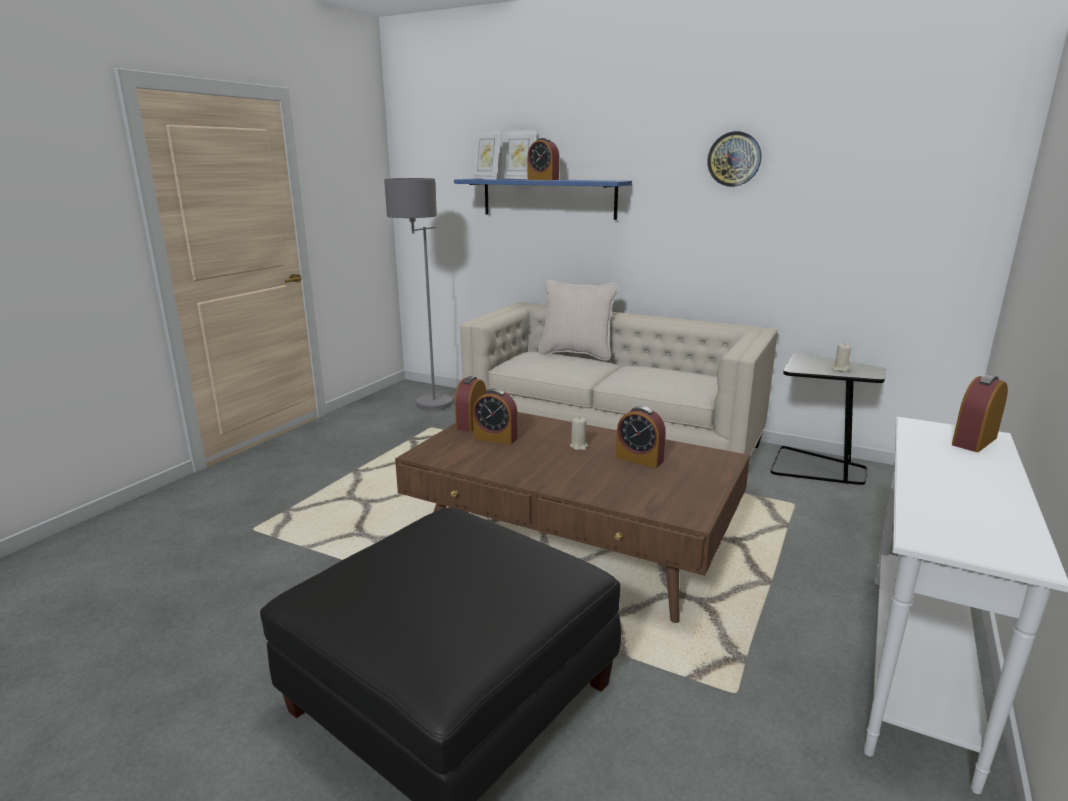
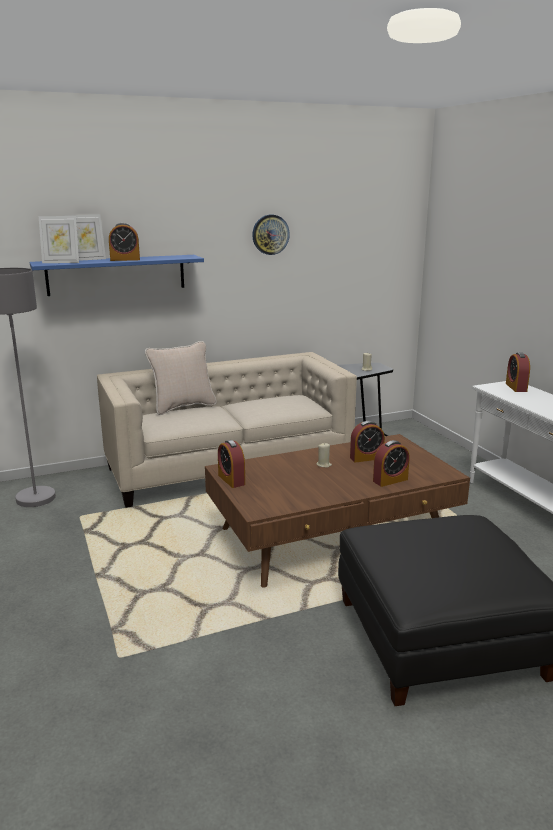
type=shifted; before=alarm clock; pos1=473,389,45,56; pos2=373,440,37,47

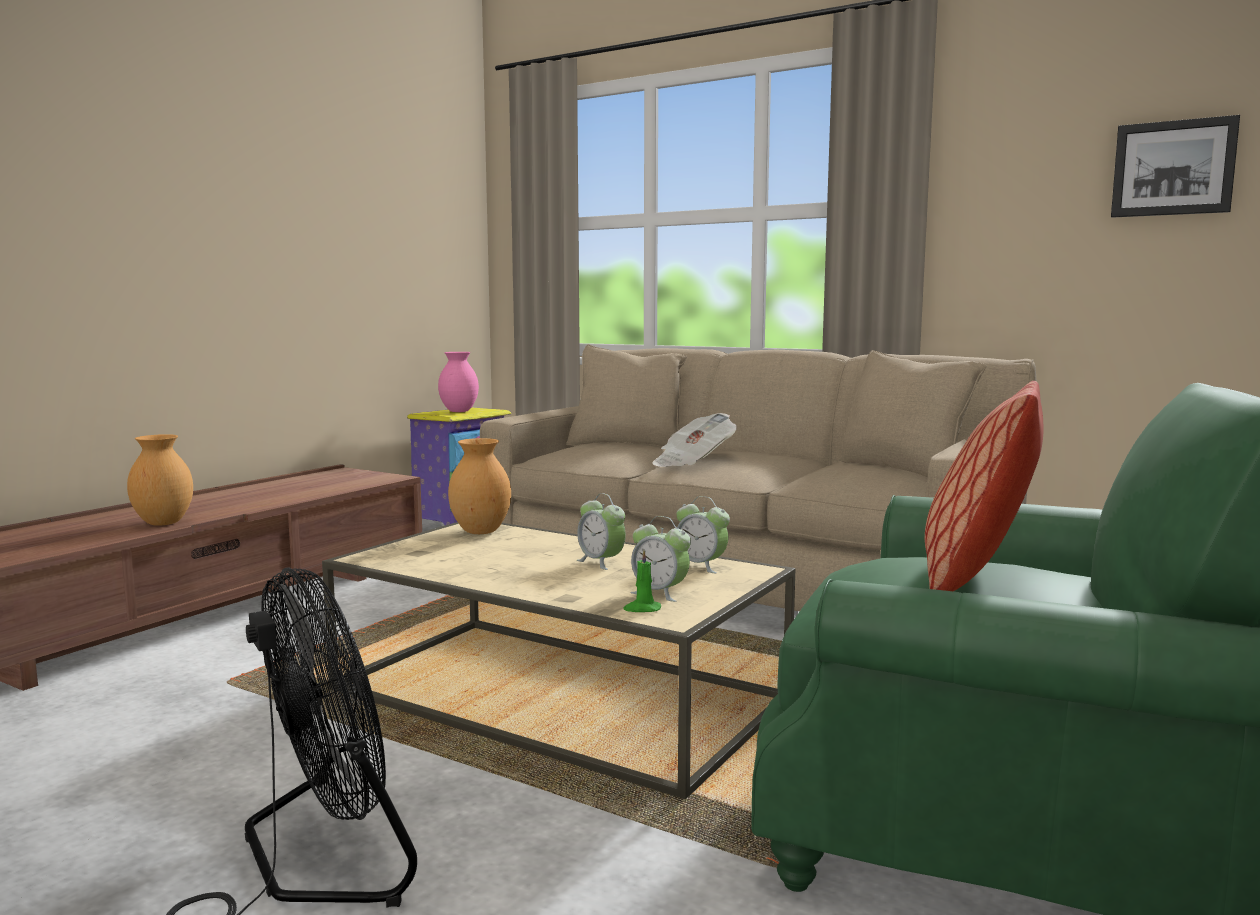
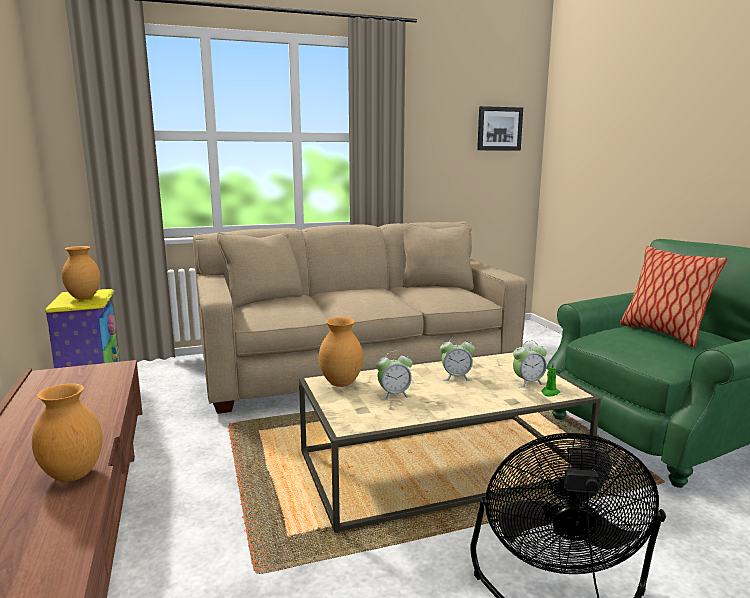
type=repainted; before=vase in pinkish; after=vase in brown; pos1=438,352,41,60; pos2=62,246,39,53
type=shifted; before=alarm clock; pos1=676,496,54,77; pos2=376,351,36,49
type=gone; before=newspaper; pos1=652,413,85,54

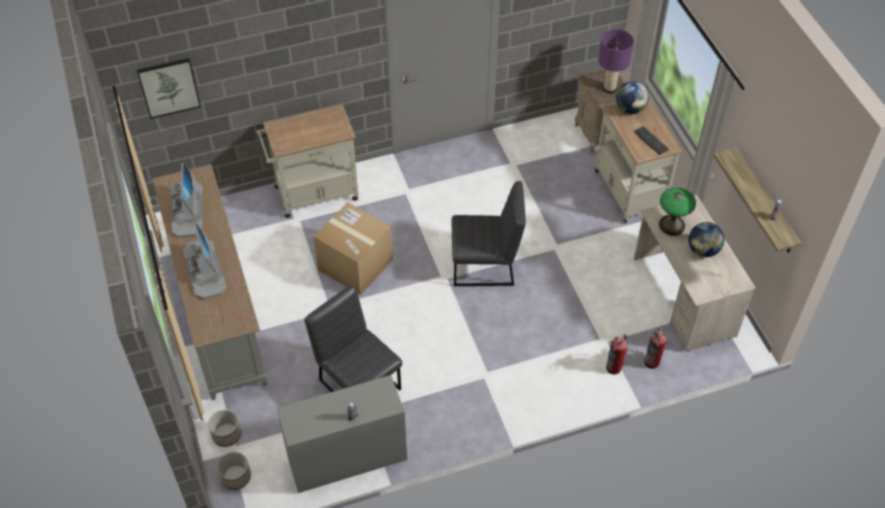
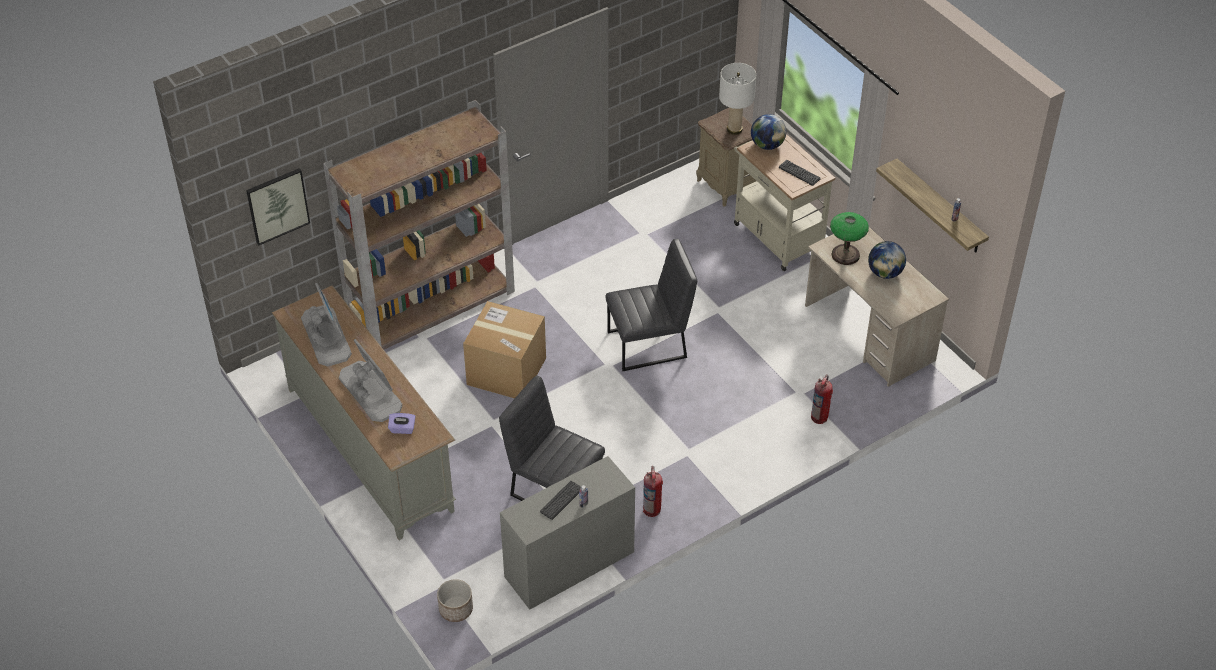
type=swapped; before=cart in sand-coloured; after=shelving unit in brown; pos1=257,104,102,114; pos2=323,100,192,250
type=new; after=box of tissues in purple-coloured; pos2=388,413,28,21
type=new; after=PC keyboard; pos2=540,481,41,39
type=shifted; before=fire-fighting cylinder; pos1=644,327,23,42; pos2=643,466,20,51
type=repainted; before=tabletop lamp in purple-coloured; after=tabletop lamp in white-coloured; pos1=598,29,36,64; pos2=719,63,37,72
type=gone; before=plant pot; pos1=208,410,33,37

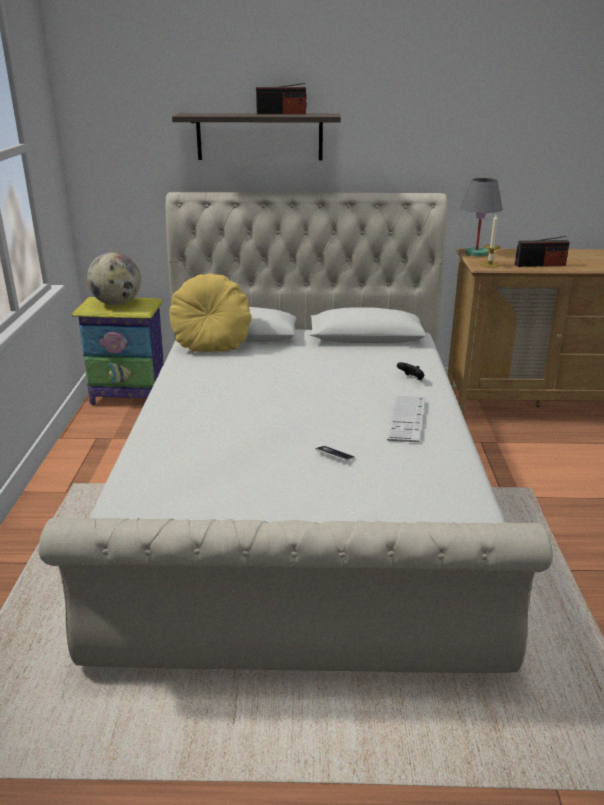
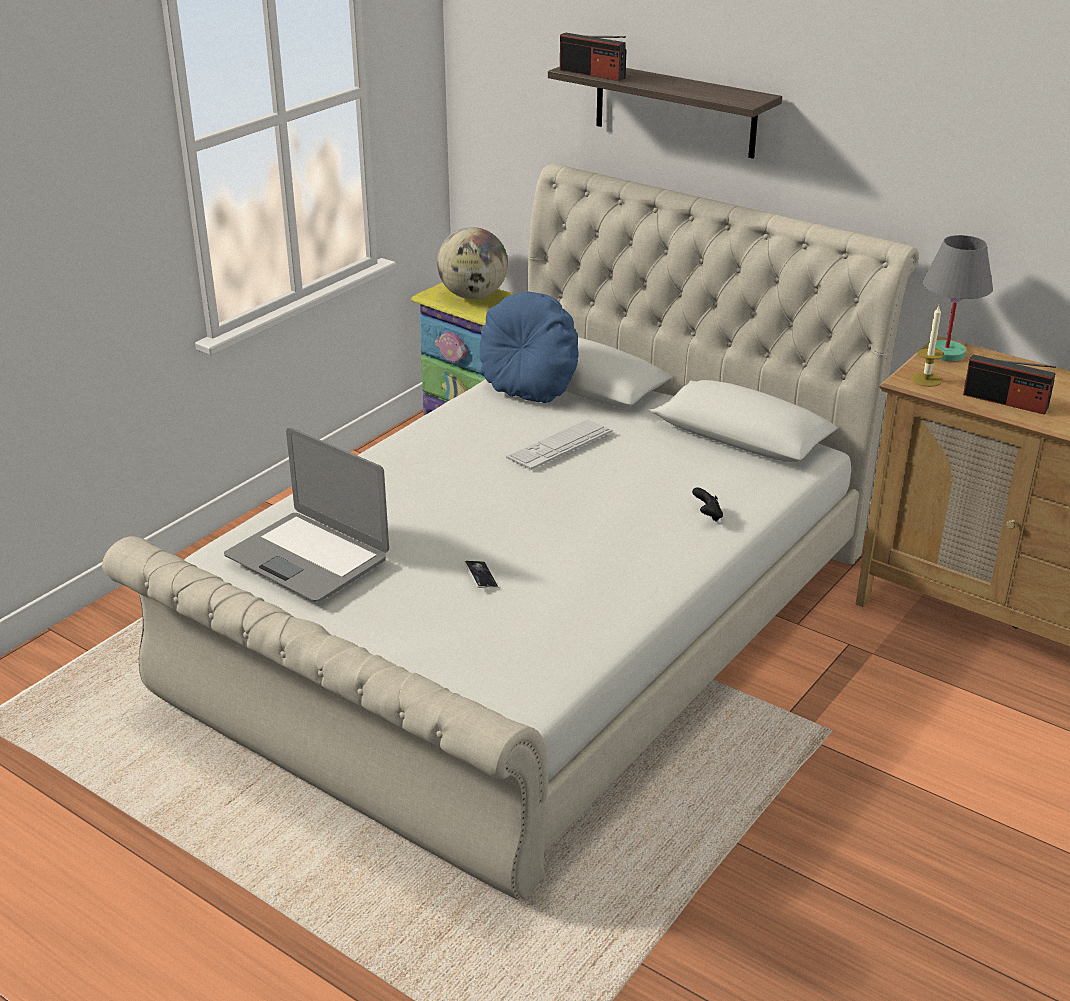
type=new; after=laptop; pos2=224,427,165,175
type=repainted; before=cushion in yellow; after=cushion in blue-coloured; pos1=169,273,83,79; pos2=480,291,99,112
type=shifted; before=PC keyboard; pos1=387,396,38,46; pos2=506,419,107,51
type=shifted; before=radio; pos1=256,83,51,31; pos2=560,33,66,48

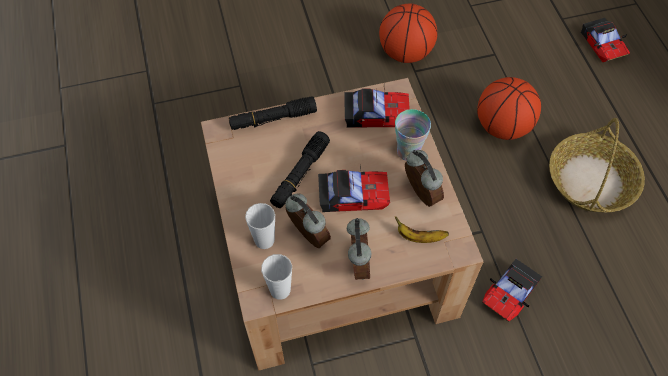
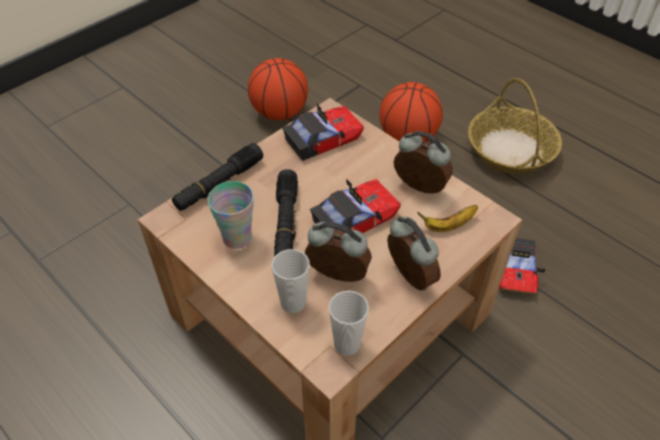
type=shifted; before=drinking cup; pos1=395,109,36,52; pos2=208,181,46,68
type=gone; before=model car; pos1=581,18,49,44

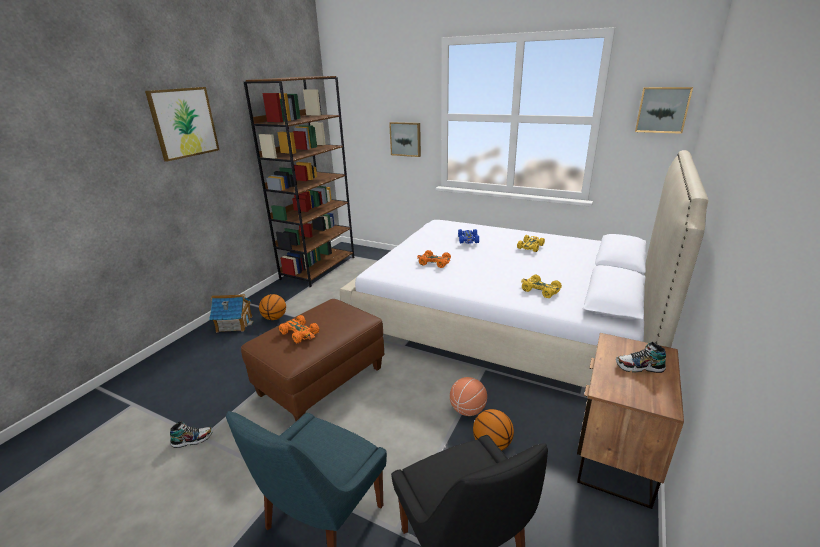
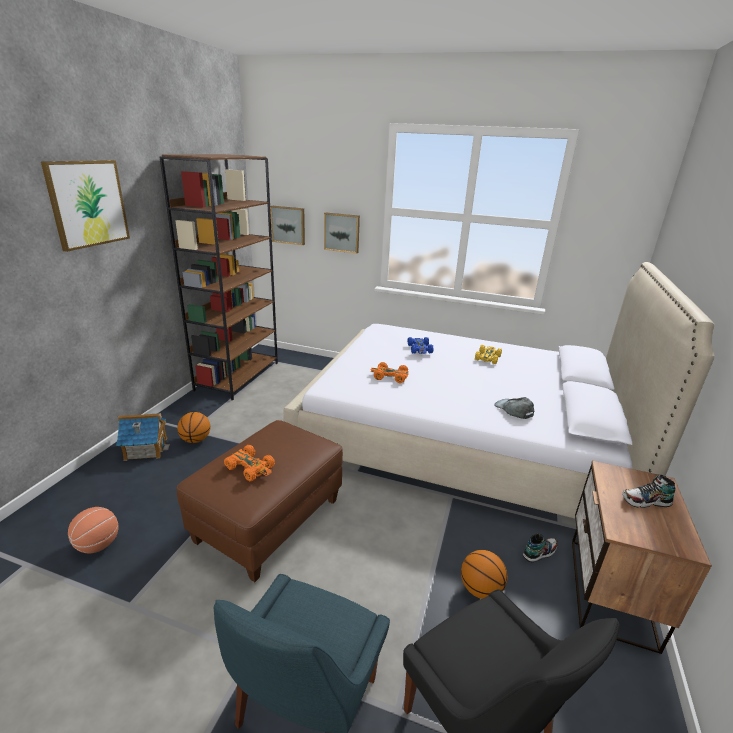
type=shifted; before=basketball; pos1=450,377,37,39; pos2=68,507,50,46
type=shifted; before=wall art; pos1=635,87,58,47; pos2=270,206,35,39
type=swapped; before=model car in yellow; after=cap in greyish; pos1=521,275,41,23; pos2=494,397,40,22
type=shifted; before=item of footwear; pos1=170,421,43,27; pos2=523,534,35,28

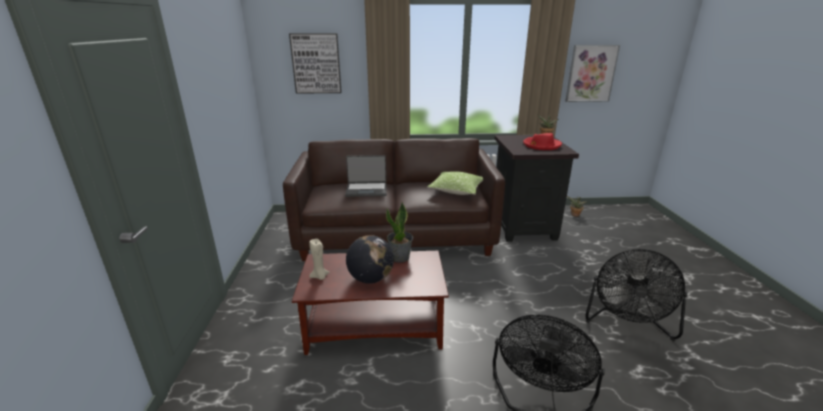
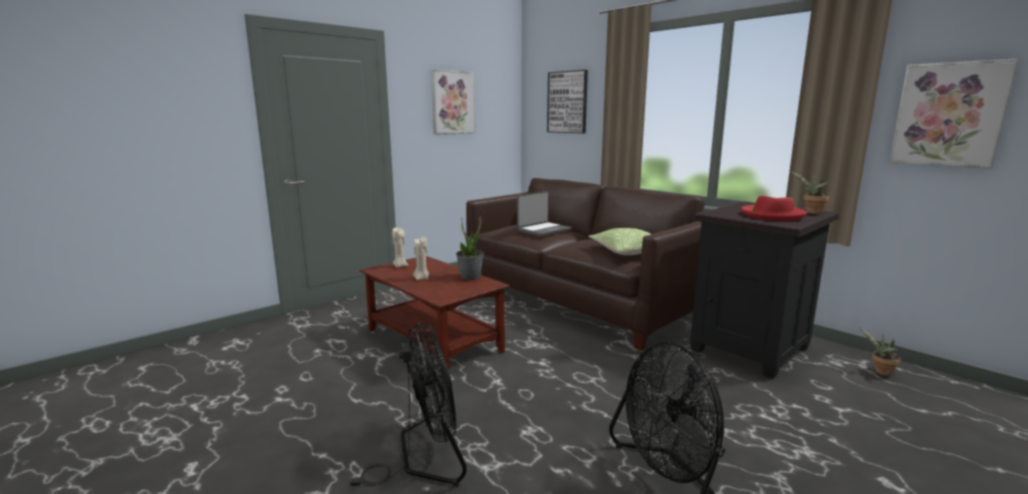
type=swapped; before=desk globe; after=wax light in sand-coloured; pos1=346,235,48,49; pos2=413,237,16,43
type=new; after=wall art; pos2=431,69,44,66
type=rotated; before=laptop; pos1=345,155,41,42; pos2=517,191,55,46; turn=-90

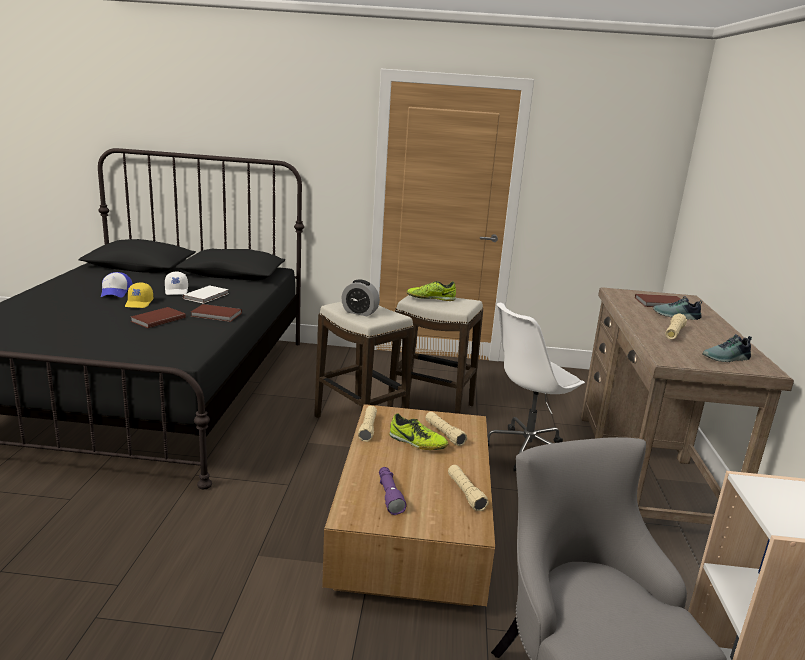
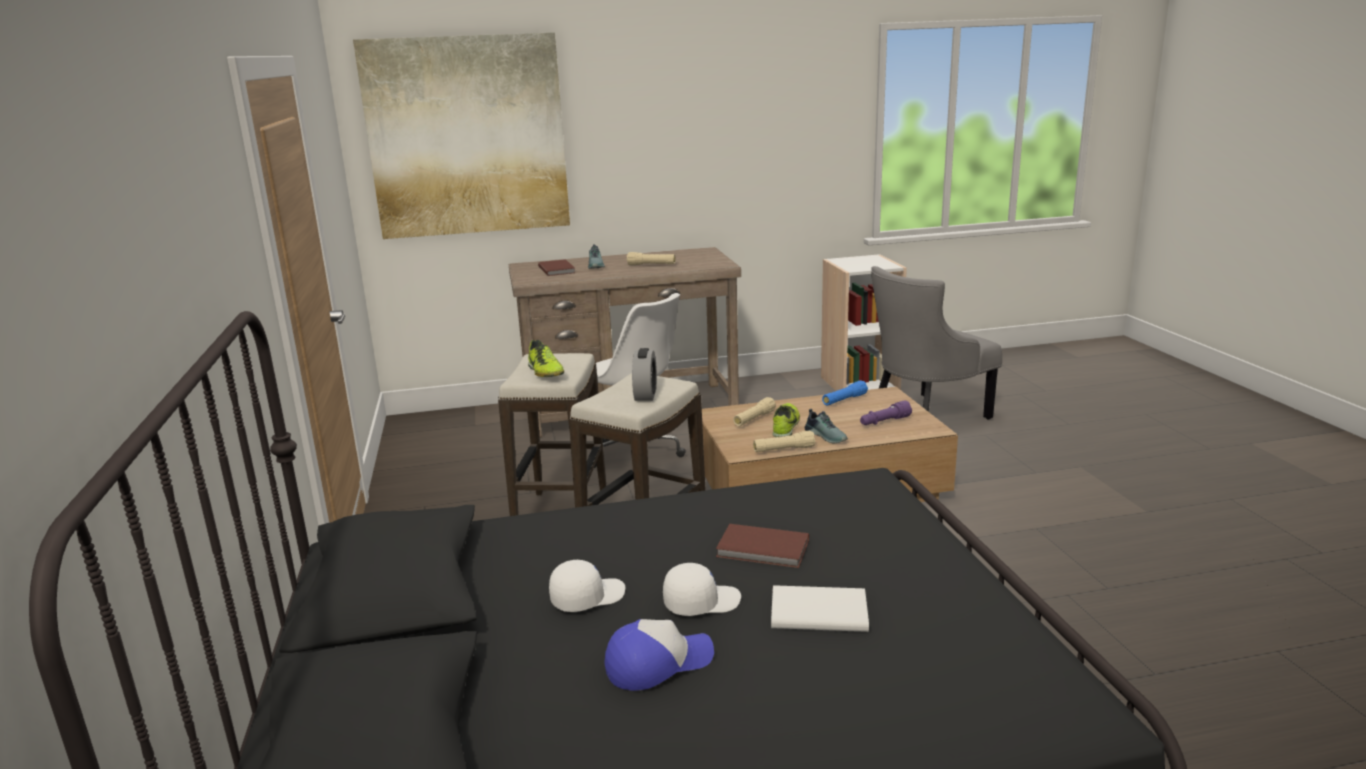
type=new; after=wall art; pos2=353,32,217,207
type=repainted; before=cap in yellow; after=cap in white-coloured; pos1=125,282,28,26; pos2=663,563,78,53
type=shifted; before=volume in white-coloured; pos1=183,285,46,19; pos2=771,585,98,47
type=shifted; before=item of footwear; pos1=702,334,50,28; pos2=805,409,43,34
type=repainted; before=hand torch in sand-coloured; after=hand torch in blue-coloured; pos1=448,465,41,46; pos2=822,380,46,25
type=gone; before=volume in brown; pos1=191,304,51,18

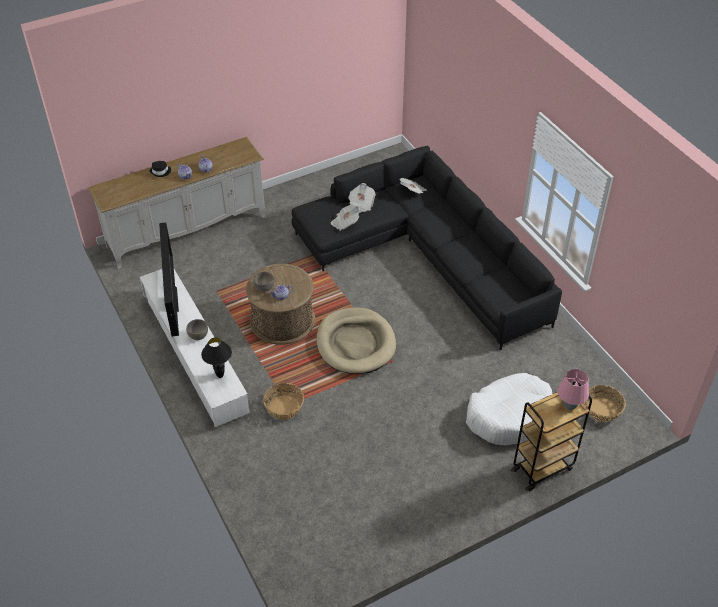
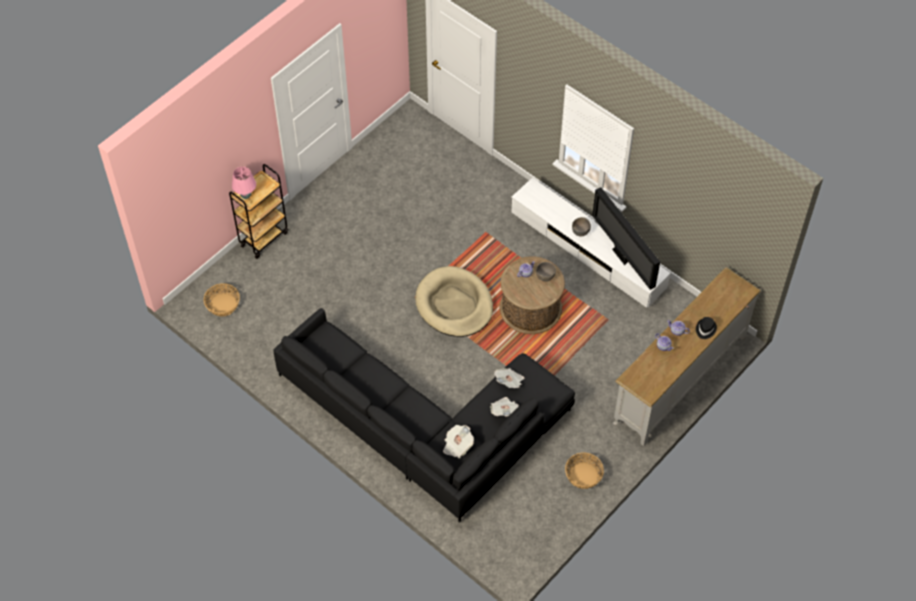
type=shifted; before=household basket; pos1=263,383,41,37; pos2=565,452,39,37
type=gone; before=tabletop lamp in black-coloured; pos1=201,337,31,41
type=gone; before=pet bed in white-coloured; pos1=466,373,86,73

